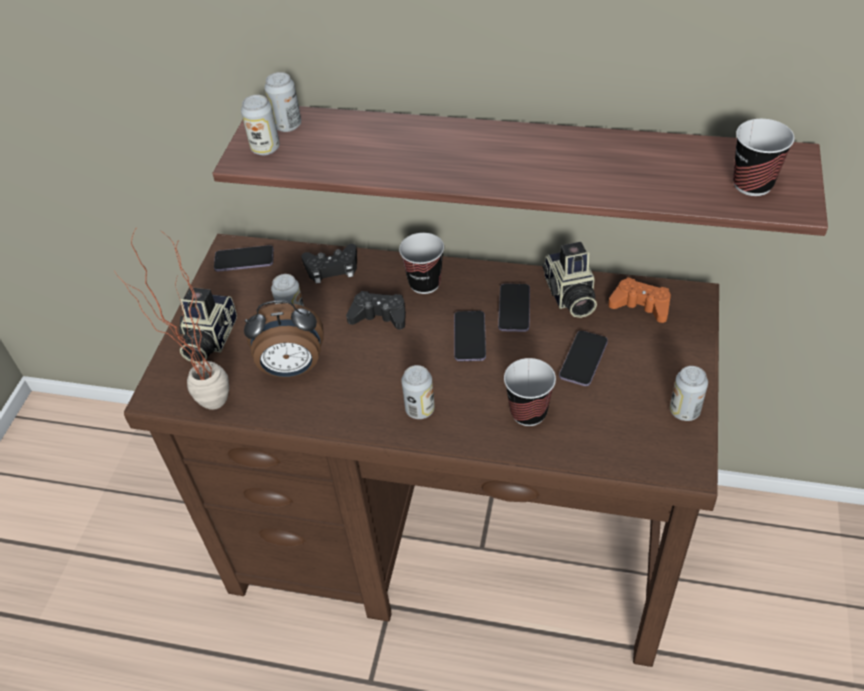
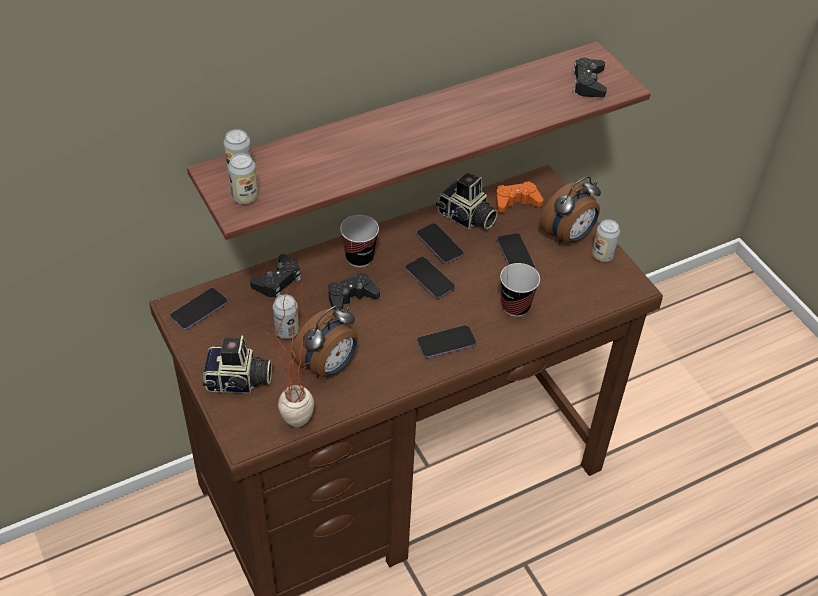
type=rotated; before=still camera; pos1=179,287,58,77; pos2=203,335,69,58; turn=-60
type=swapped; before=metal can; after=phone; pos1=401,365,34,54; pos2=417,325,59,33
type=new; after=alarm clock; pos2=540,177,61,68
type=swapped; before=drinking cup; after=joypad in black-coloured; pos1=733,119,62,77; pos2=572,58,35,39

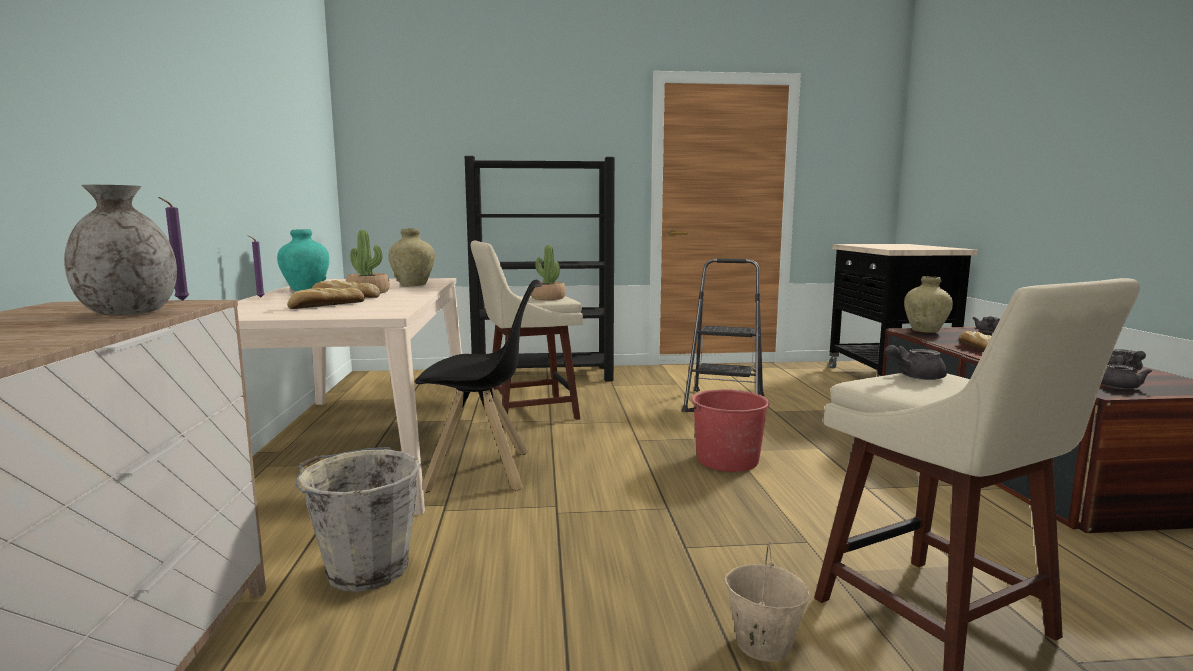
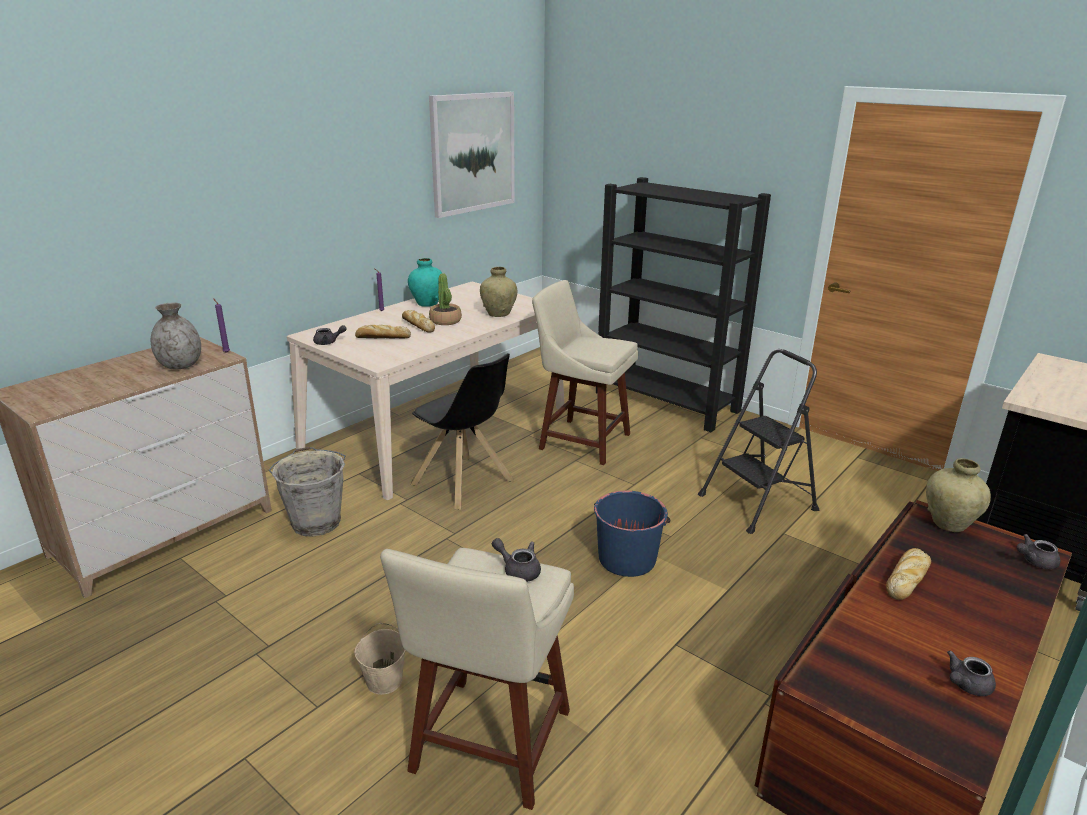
type=shifted; before=tea pot in greyish; pos1=1101,355,51,34; pos2=313,325,33,20
type=new; after=wall art; pos2=429,92,86,126
type=repainted; before=water bucket in red; after=water bucket in blue-coloured; pos1=688,389,82,83; pos2=594,491,77,86
type=gone; before=potted plant; pos1=531,245,35,55

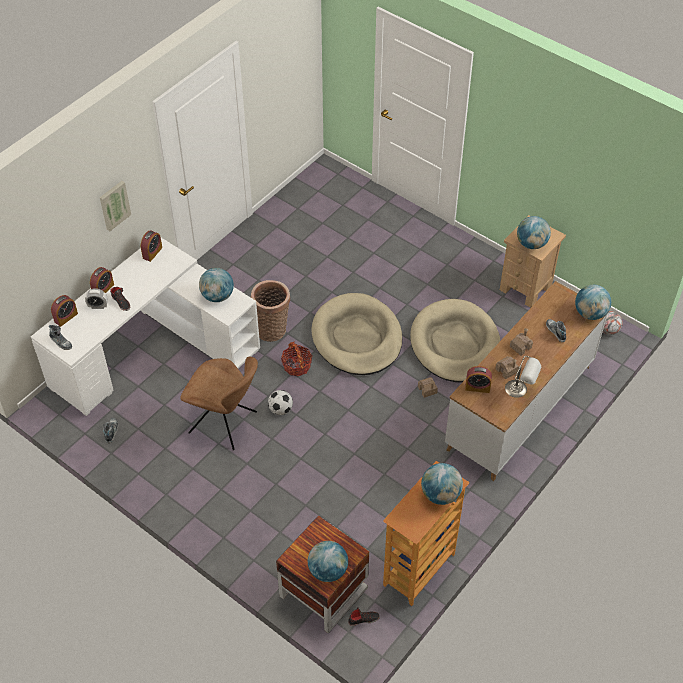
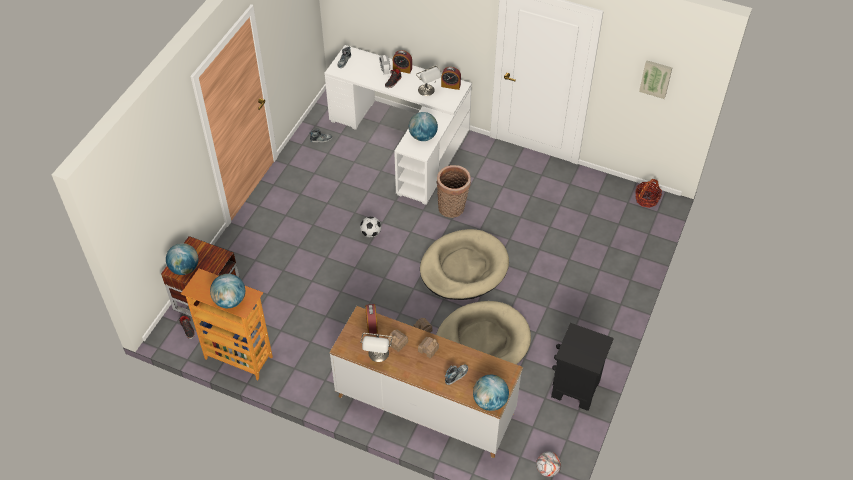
type=new; after=tabletop lamp in white-coloured; pos2=416,66,26,30
type=repainted; before=nightstand in sand-coloured; after=nightstand in black-coloured; pos1=500,215,66,93; pos2=551,323,63,88
type=shifted; before=household basket; pos1=281,342,31,34; pos2=635,179,27,29
type=shifted; before=wall art; pos1=100,181,31,50; pos2=639,60,33,39
type=gone; before=alarm clock; pos1=51,295,27,32
type=gone; before=upright chair in brown; pos1=180,356,78,94
type=gone; before=desk globe; pos1=517,216,34,33

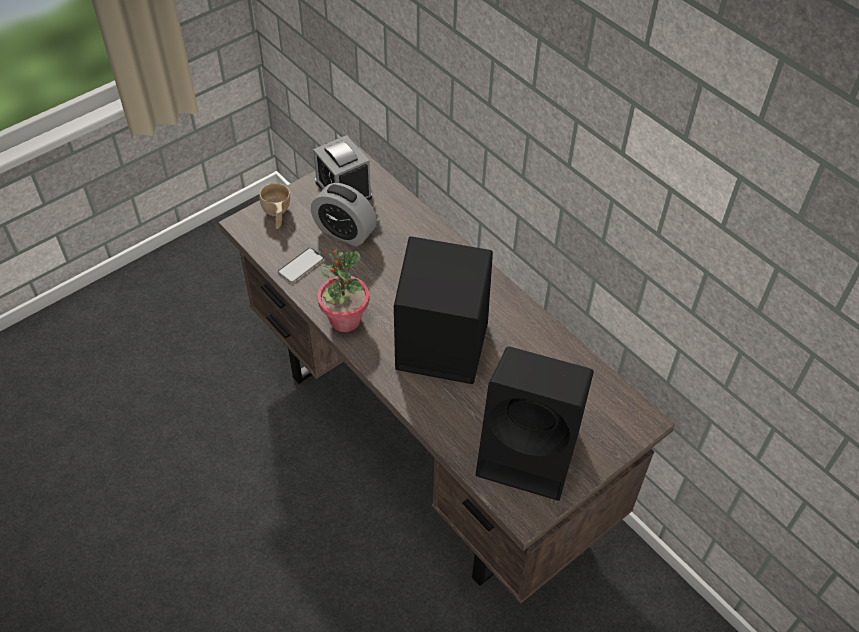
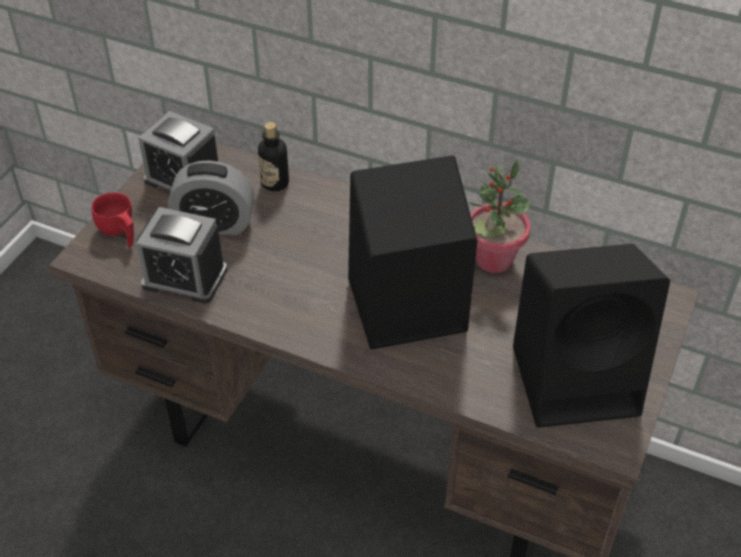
type=repainted; before=drinking cup in sand-coloured; after=drinking cup in red; pos1=260,183,30,46; pos2=91,192,43,56
type=swapped; before=phone; after=alarm clock; pos1=278,247,47,36; pos2=136,207,91,97
type=new; after=bottle; pos2=258,122,31,69
type=shifted; before=potted plant; pos1=317,249,53,83; pos2=469,159,62,114

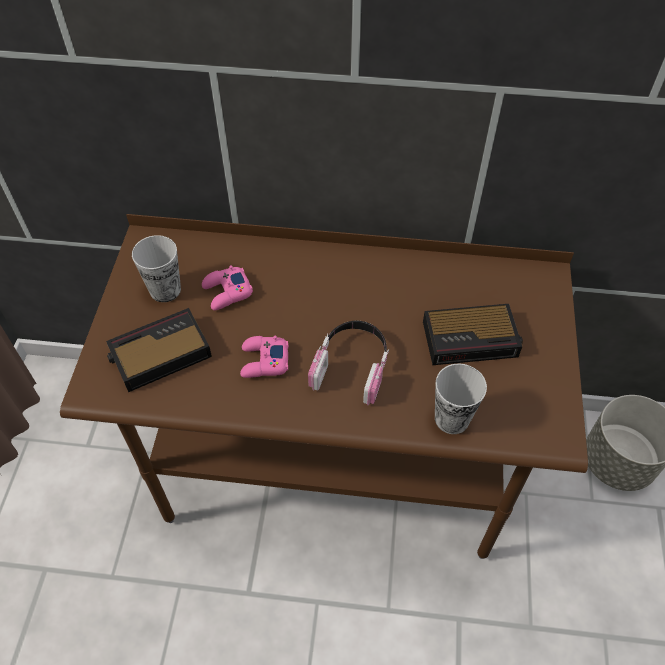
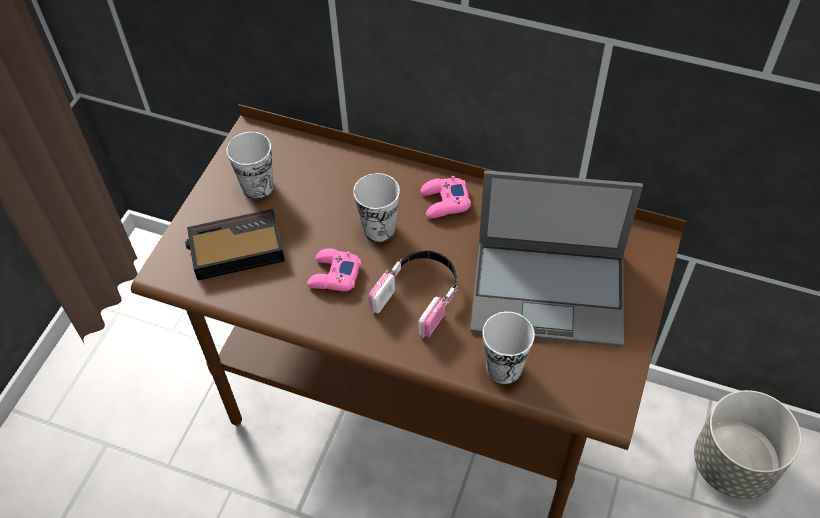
type=new; after=drinking cup; pos2=353,173,47,69
type=shifted; before=joypad in pinkish; pos1=202,265,51,45; pos2=420,176,51,42
type=swapped; before=alarm clock; after=laptop; pos1=423,304,100,61; pos2=470,170,173,177

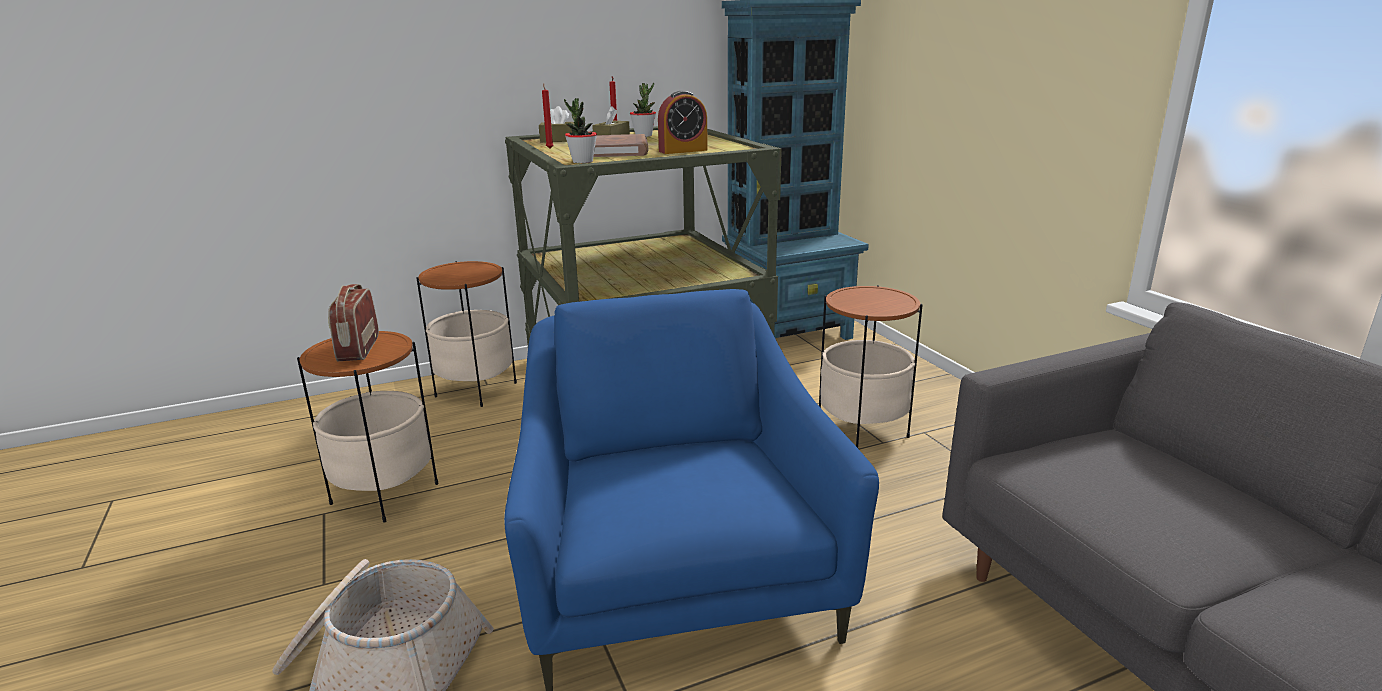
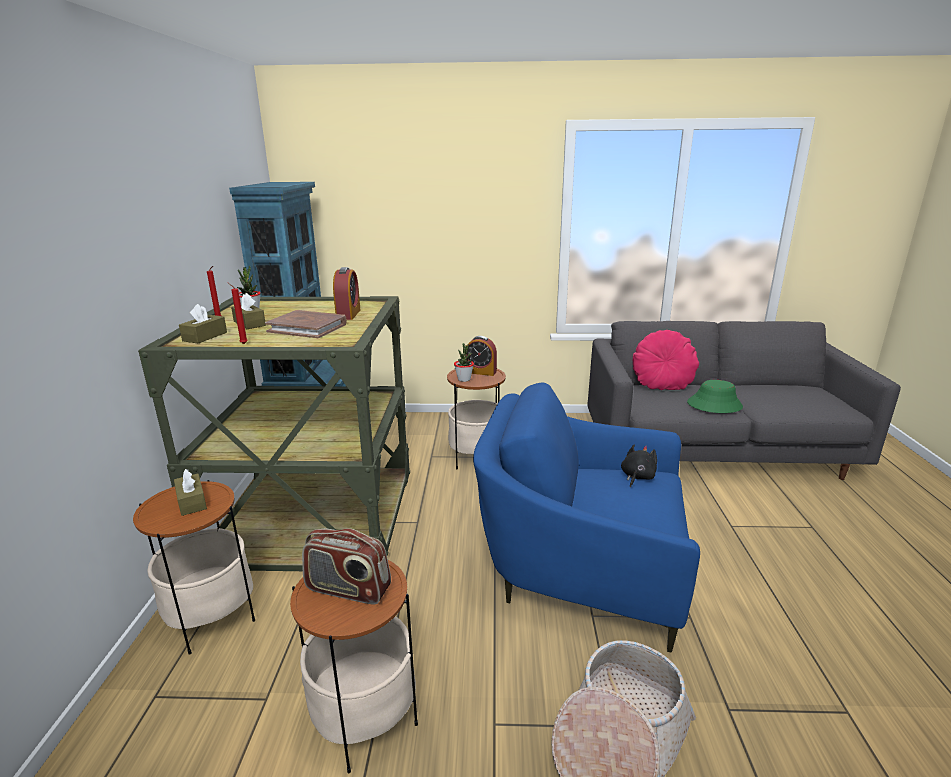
type=new; after=box of tissues in brown; pos2=174,469,33,47
type=shifted; before=potted plant; pos1=564,98,33,66; pos2=454,343,20,39
type=new; after=alarm clock; pos2=466,336,31,40
type=new; after=plush toy in black-coloured; pos2=621,445,36,43
type=new; after=cushion in pinkish; pos2=633,330,66,60
type=new; after=wearable hat in green-coloured; pos2=687,380,56,33

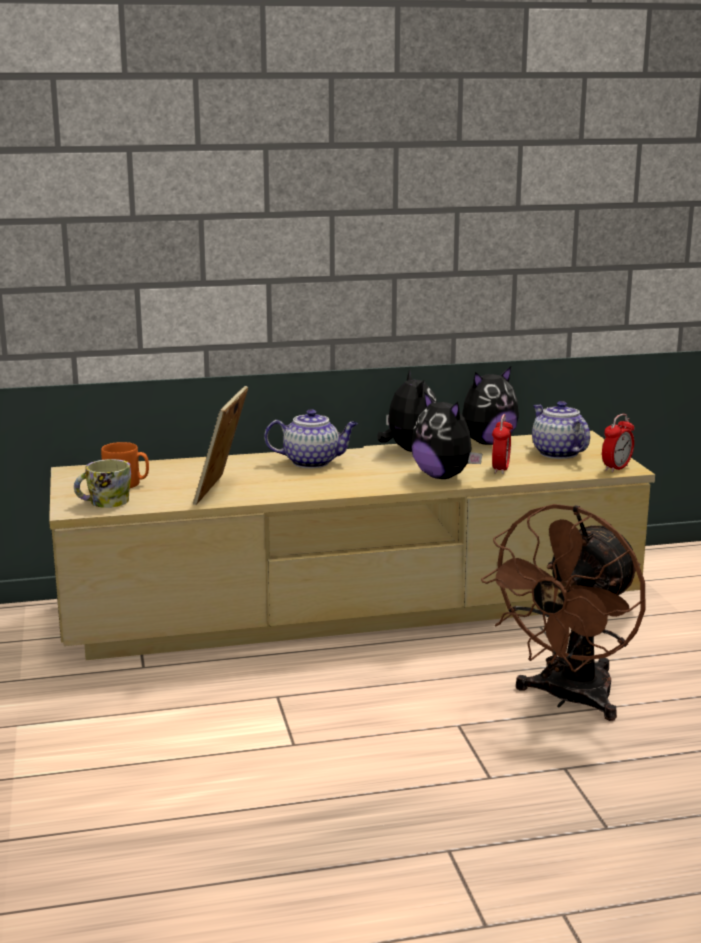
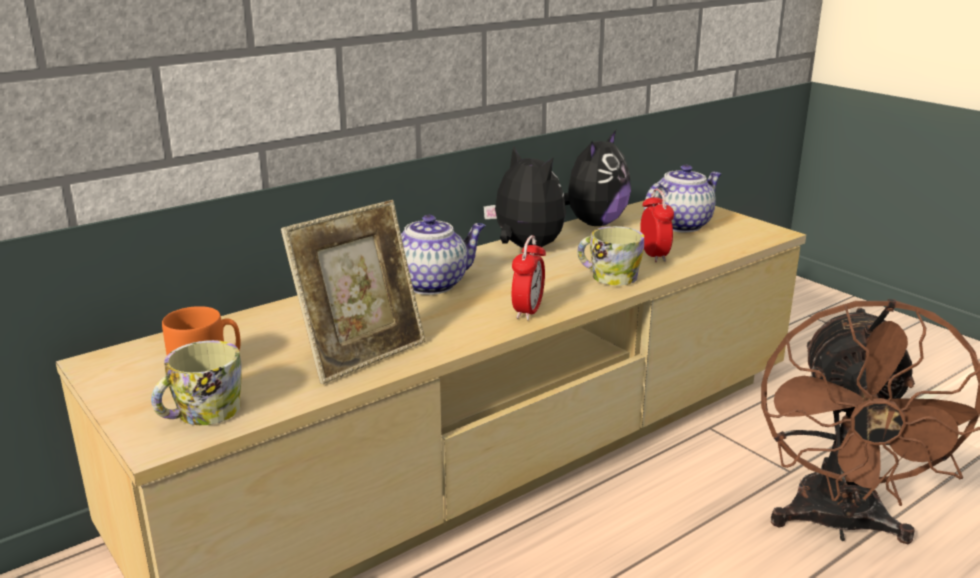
type=rotated; before=photo frame; pos1=193,386,55,119; pos2=281,200,145,184; turn=-120
type=shifted; before=alarm clock; pos1=602,414,32,59; pos2=512,235,34,85
type=swapped; before=plush toy; after=coffee mug; pos1=411,392,71,87; pos2=577,226,67,59
type=rotated; before=tea pot; pos1=532,401,58,58; pos2=644,165,78,68; turn=105

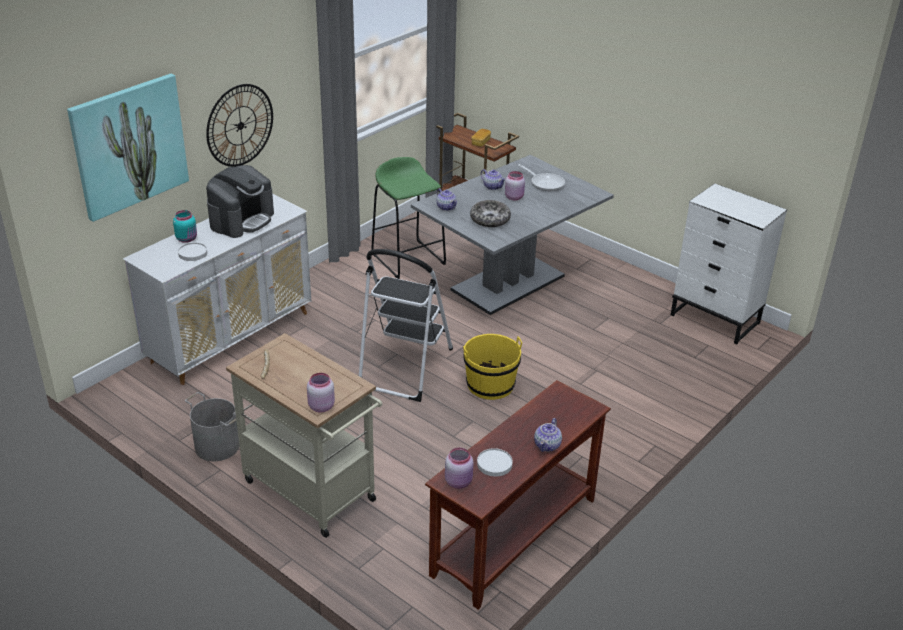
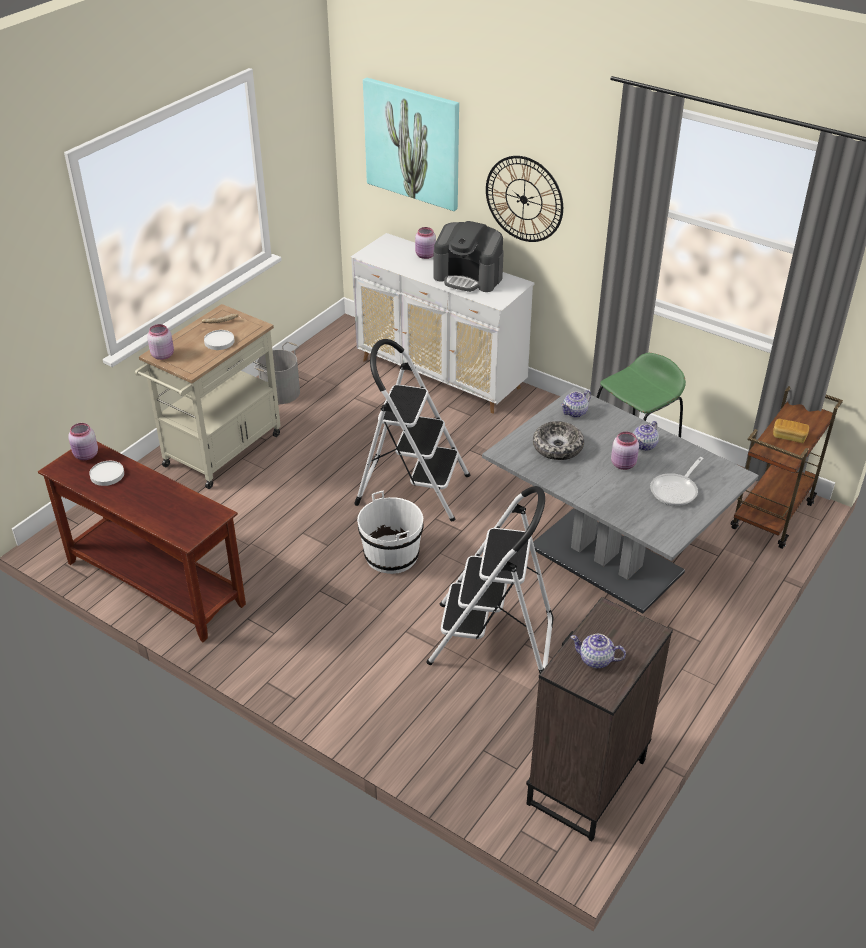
type=shifted; before=flat dish in white-coloured; pos1=178,243,29,18; pos2=204,330,31,20
type=repainted; before=water bucket in yellow; after=water bucket in white-coloured; pos1=463,334,59,66; pos2=357,491,66,83
type=repainted; before=jar in turquoise; after=jar in pinkish; pos1=173,210,24,33; pos2=415,227,21,32
type=new; after=step stool; pos2=426,486,128,187
type=repainted; before=dresser in white-coloured; after=dresser in brown; pos1=671,183,116,162; pos2=526,597,147,245
type=shifted; before=tea pot; pos1=534,418,28,34; pos2=570,634,56,34

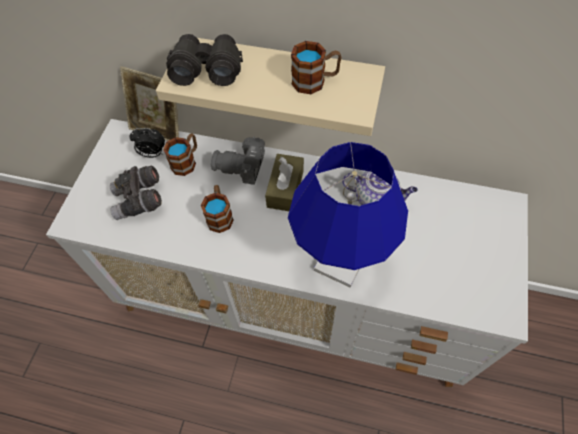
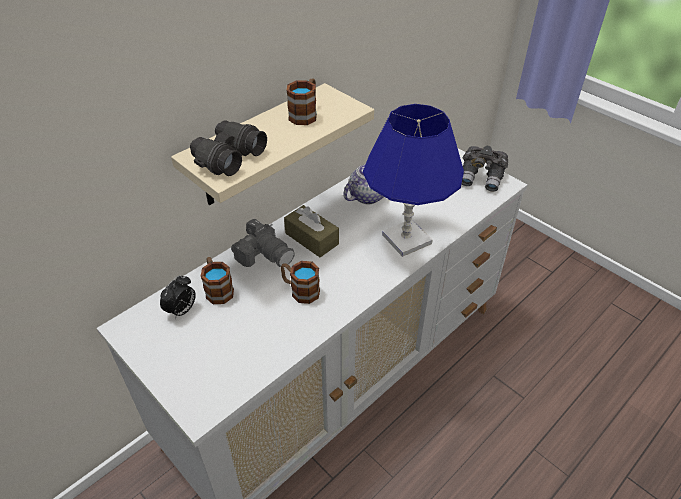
type=rotated; before=still camera; pos1=211,136,54,49; pos2=231,219,64,48; turn=-90
type=shifted; before=binoculars in greyish; pos1=110,166,52,54; pos2=462,146,46,46
type=gone; before=photo frame; pos1=120,66,59,75

